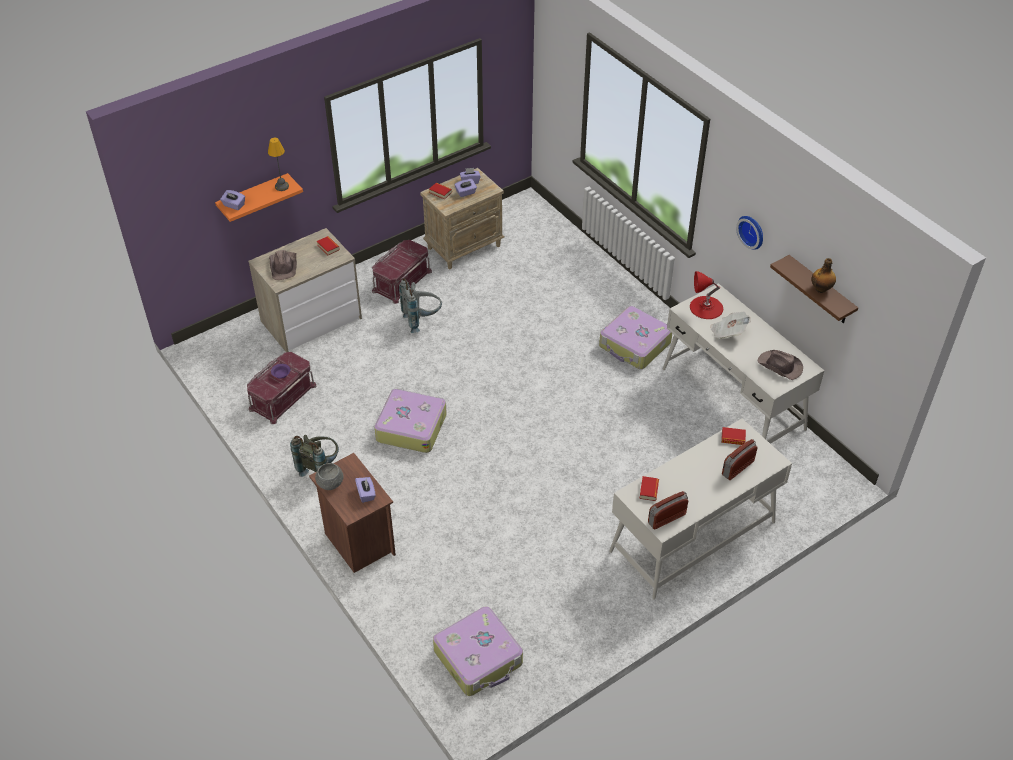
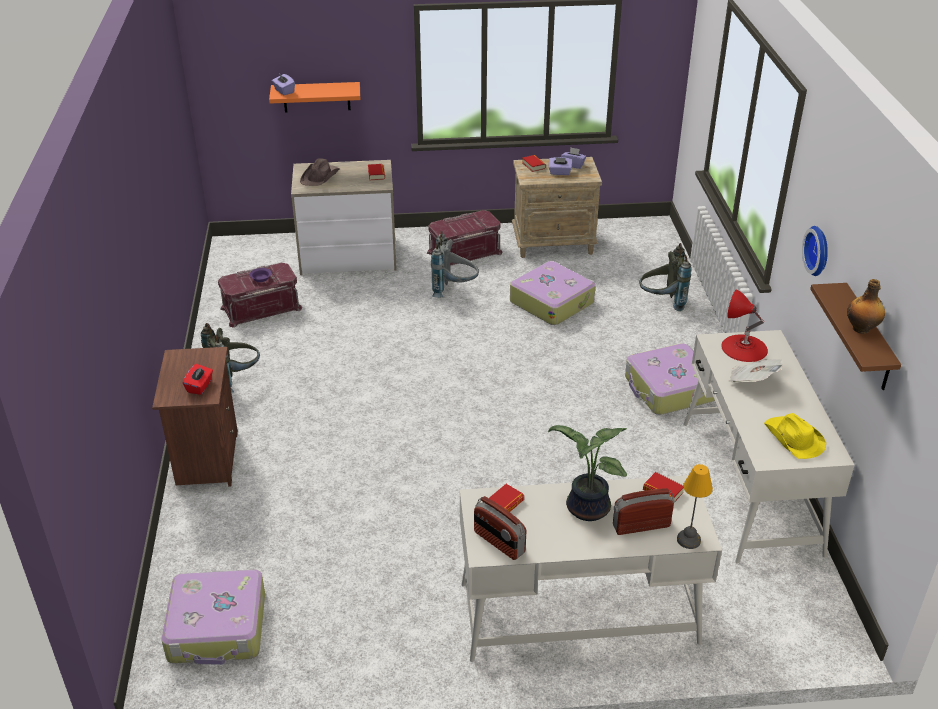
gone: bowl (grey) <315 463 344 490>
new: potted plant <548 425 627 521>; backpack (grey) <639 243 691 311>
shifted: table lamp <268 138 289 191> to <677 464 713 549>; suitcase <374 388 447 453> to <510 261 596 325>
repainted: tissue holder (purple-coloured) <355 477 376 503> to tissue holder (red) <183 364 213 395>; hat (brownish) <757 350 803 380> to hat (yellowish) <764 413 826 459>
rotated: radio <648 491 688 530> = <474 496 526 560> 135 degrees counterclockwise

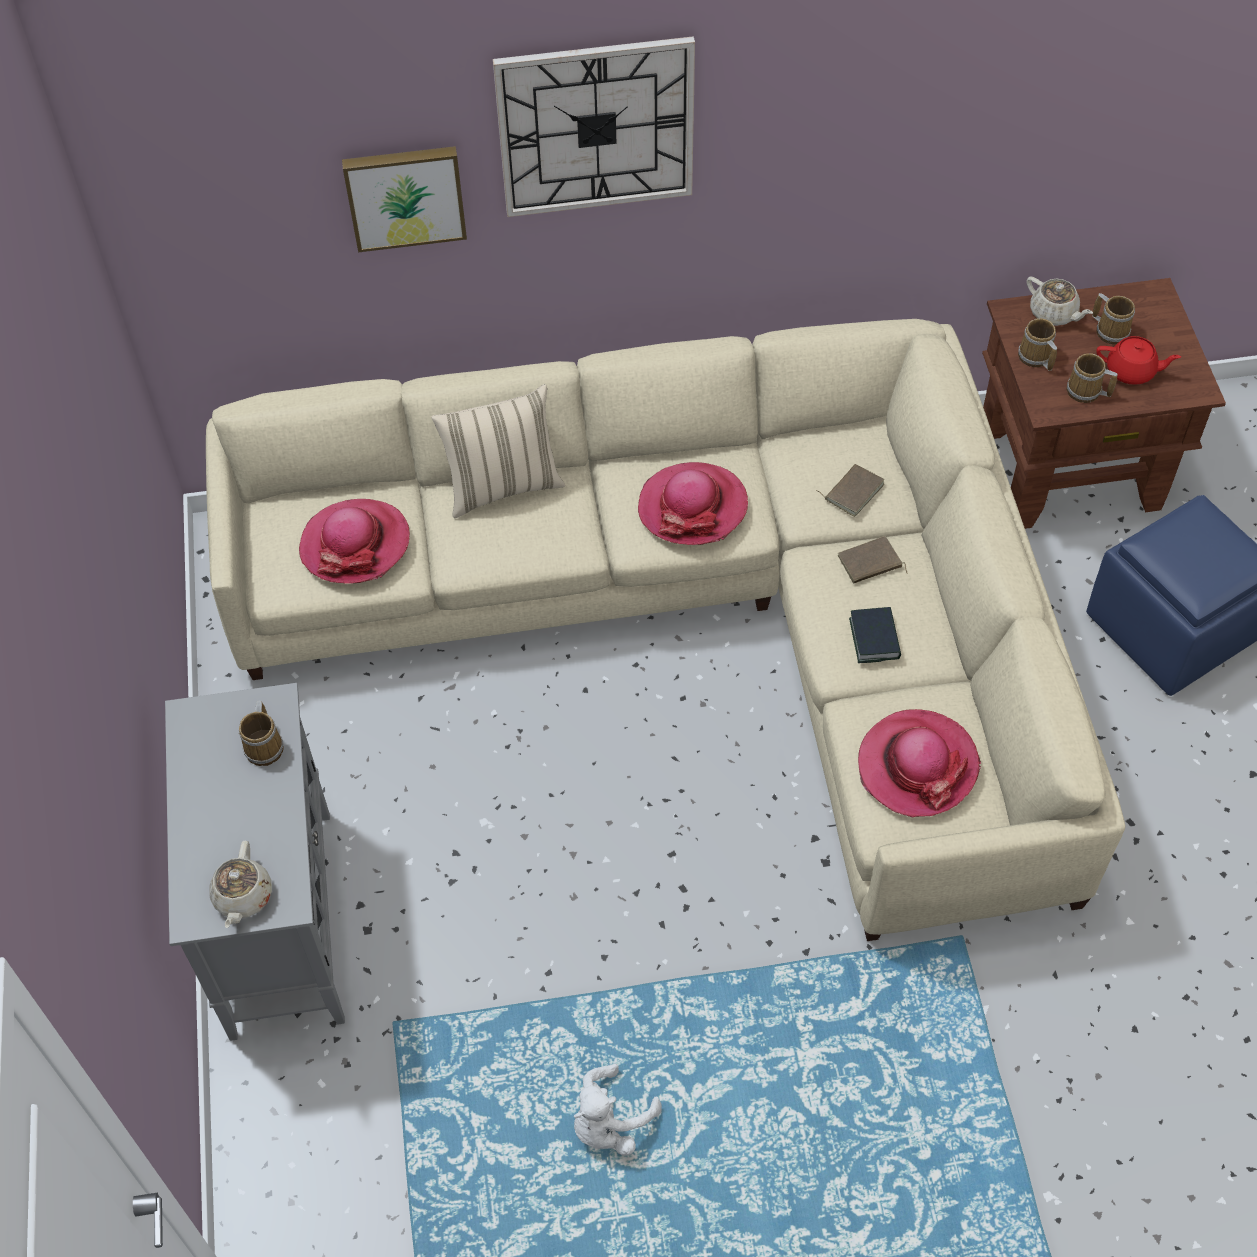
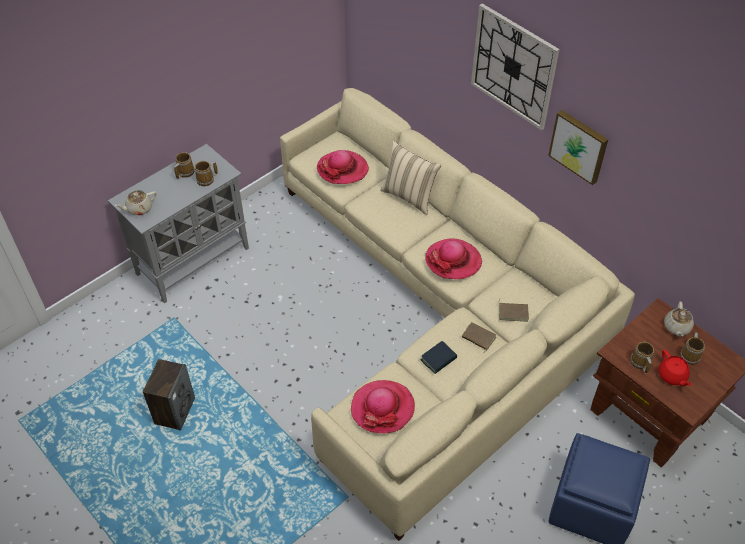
shifted: picture <342 146 467 252> to <548 110 608 185>; tea mug <1018 318 1057 371> to <174 152 194 179>
swapped: plush toy (white-coloured) <574 1064 662 1156> to speaker <143 359 195 430>

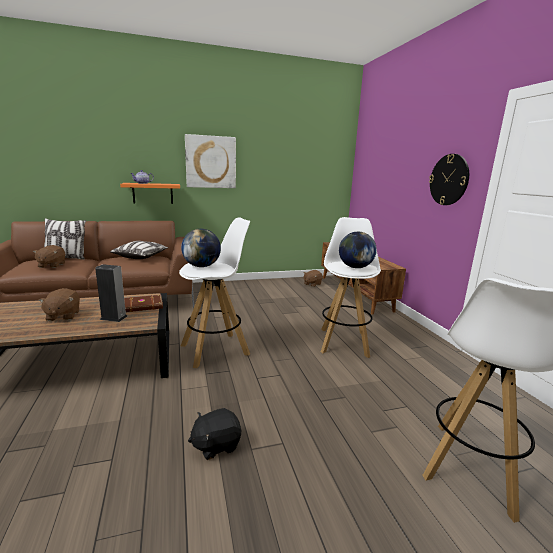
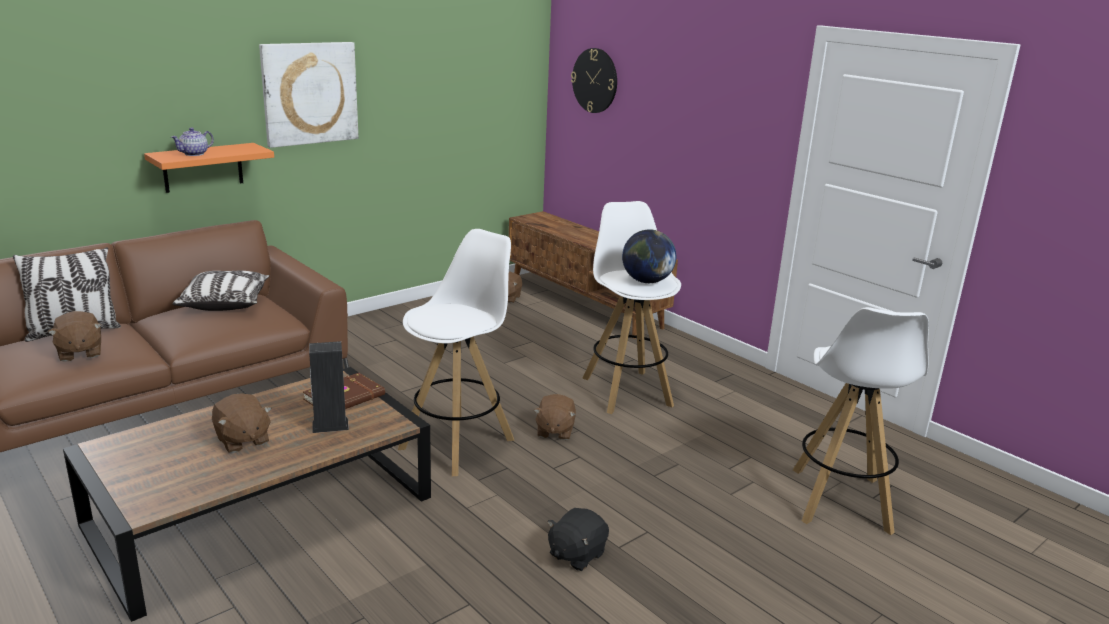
gone: desk globe <181 229 221 267>
new: plush toy (brownish) <534 394 576 440>
shifted: hanging clock <429 154 469 205> to <571 48 617 113>

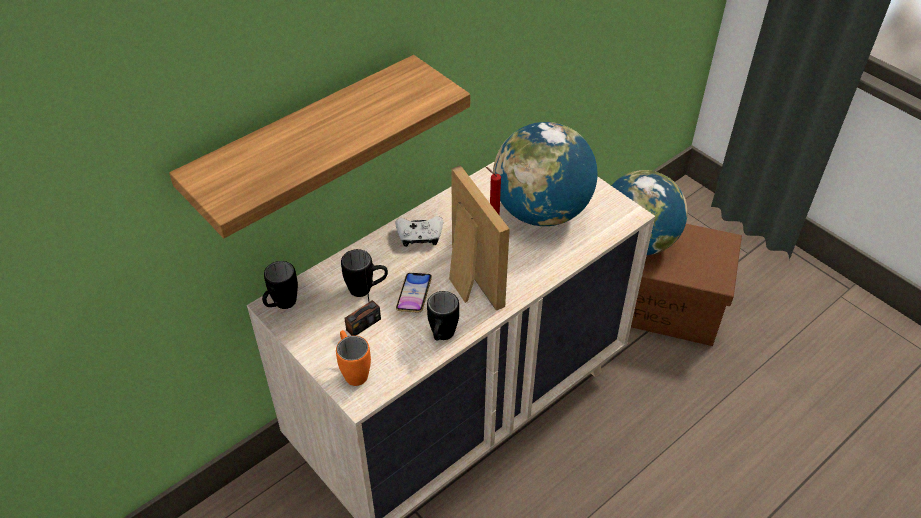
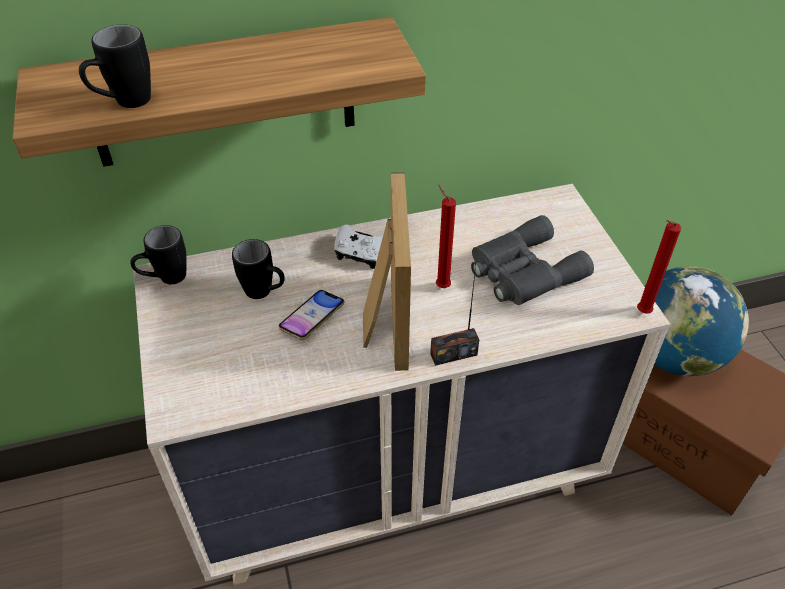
gone: tea mug (orangey) <336 330 371 386>
new: wax light (red) <637 220 681 314>
shifted: radio <344 253 381 336> to <430 266 479 366>; tea mug (black-coloured) <427 291 459 341> to <79 24 151 108>
swapped: desk globe <493 122 598 226> to field glasses (grey) <471 215 594 305>

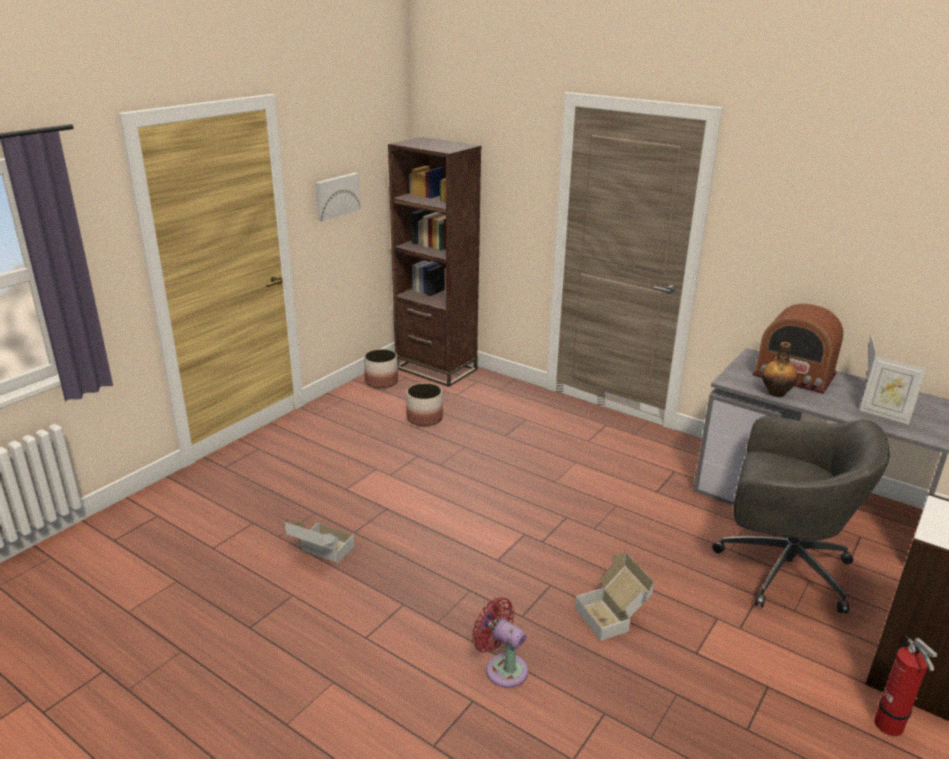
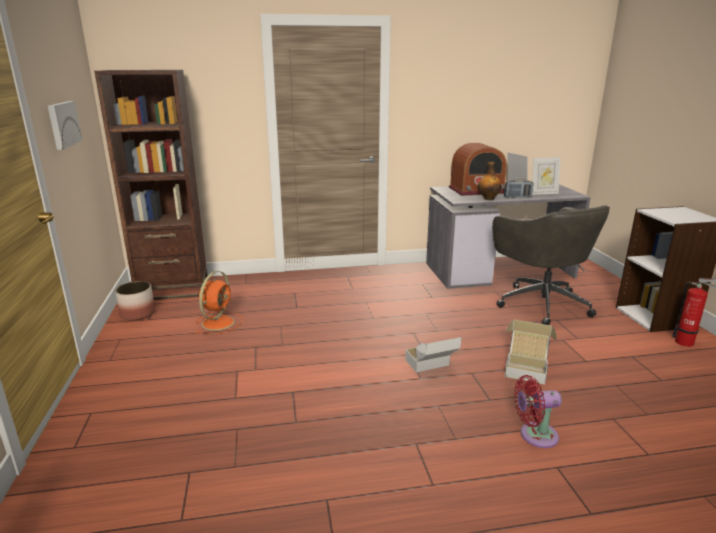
new: radio <504 179 534 198>
shifted: cardboard box <284 519 354 563> to <405 337 461 372>
swapped: plant pot <406 383 443 426> to cooling fan (orangey) <196 271 243 334>
rotated: desk chair (grey) <712 415 889 614> = <492 205 610 325> 90 degrees clockwise

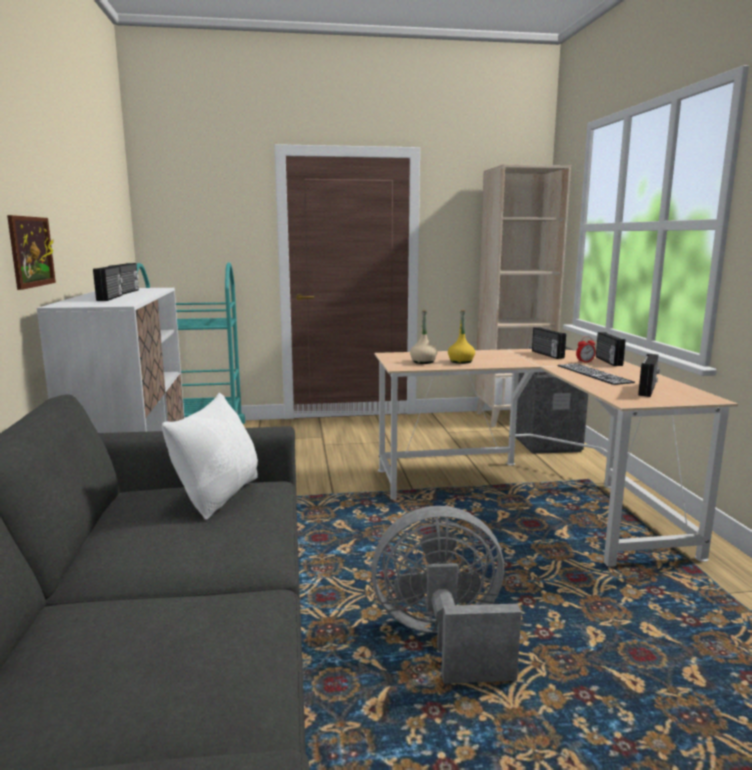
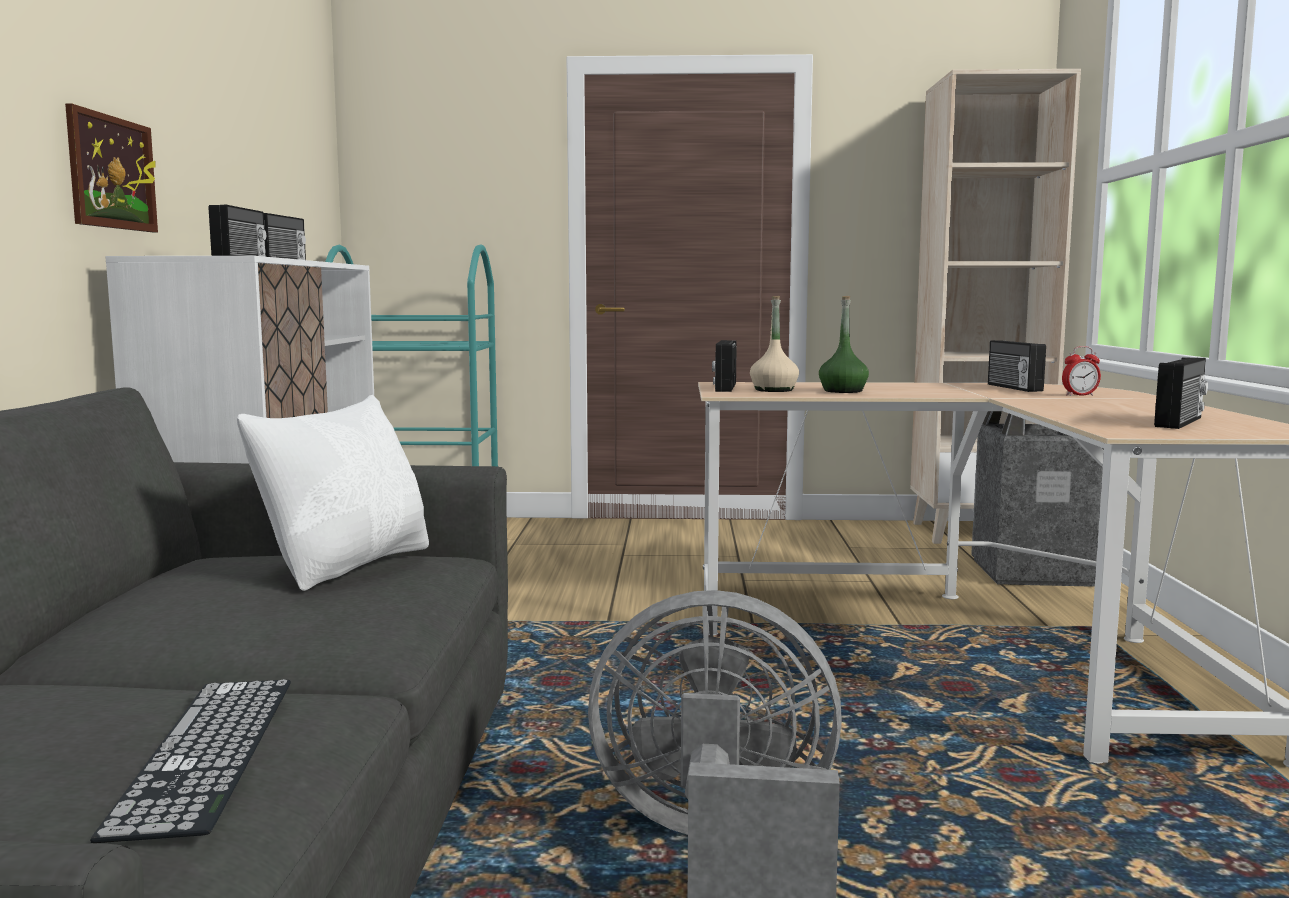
shifted: keyboard <557 363 635 385> to <90 679 291 843>; radio <596 332 626 366> to <712 340 737 392>
repainted: beverage bottle (yellowish) <448 310 475 364> to beverage bottle (greenish) <819 296 869 393>

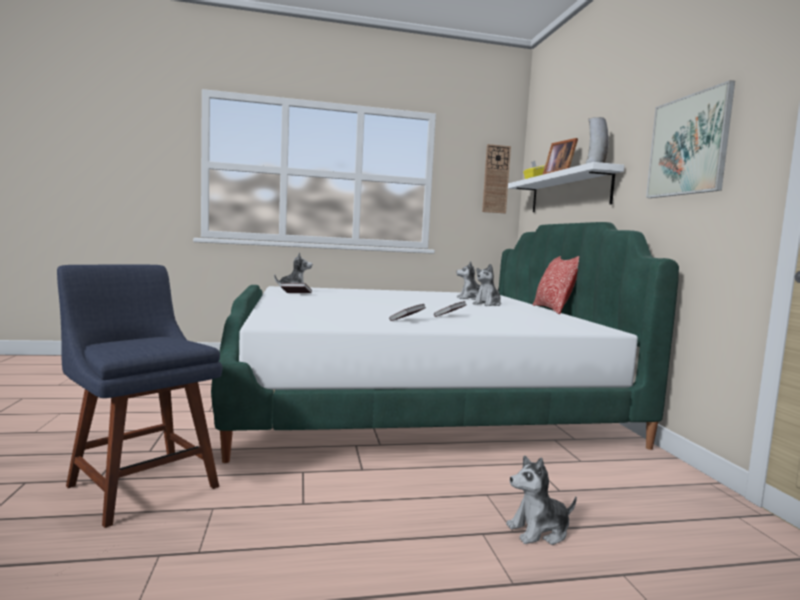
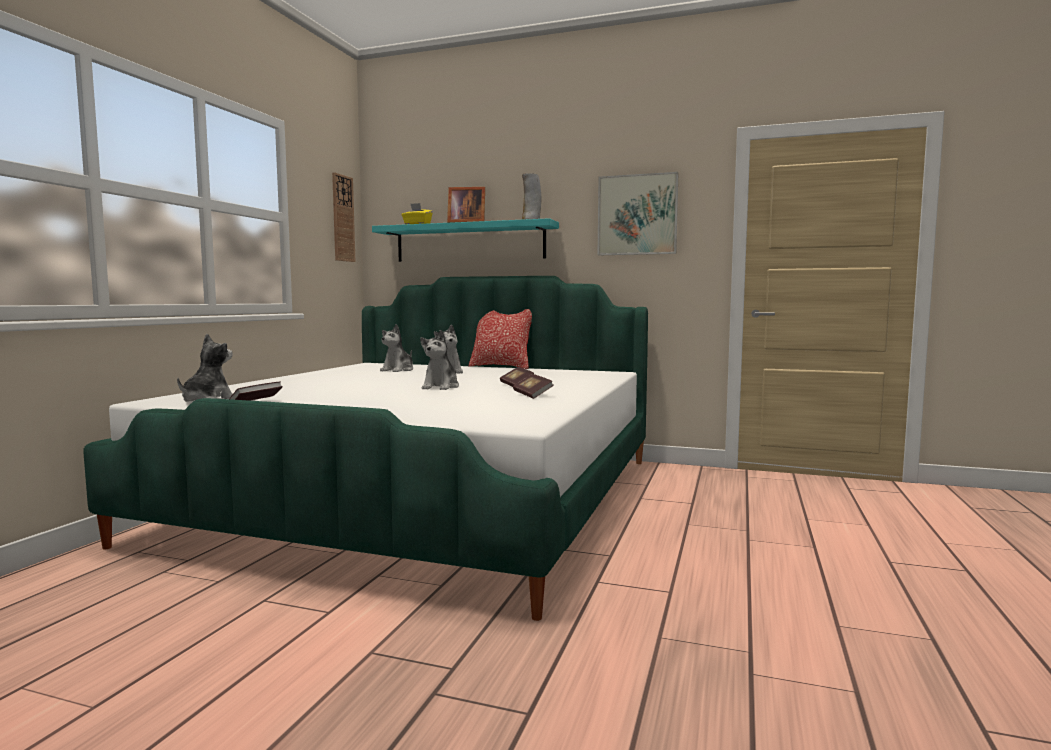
gone: chair (bluish) <57 264 222 528>
shifted: plush toy <506 455 577 545> to <420 330 459 390>
repainted: wall shelf (white-coloured) <508 162 625 212> to wall shelf (turquoise) <372 218 559 262>

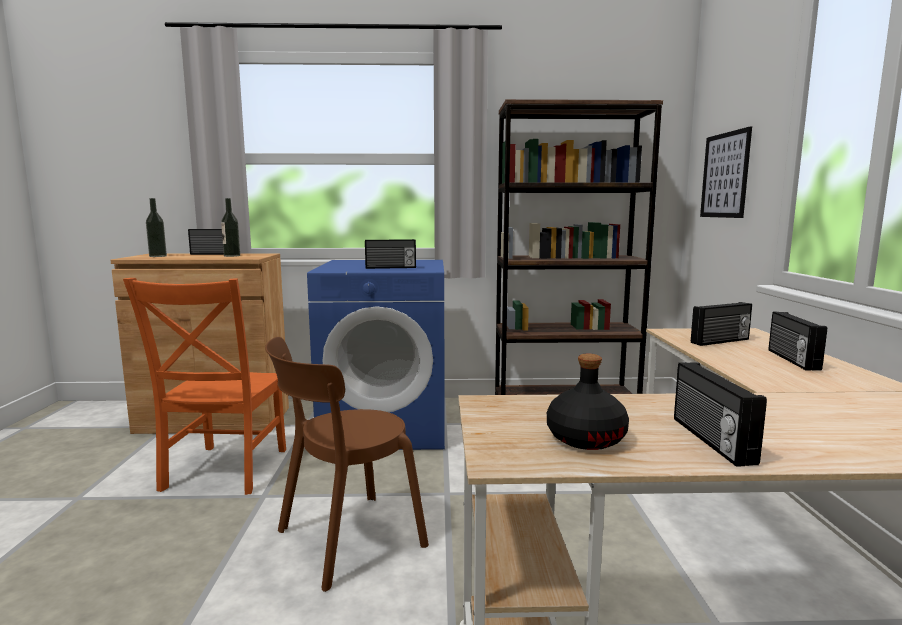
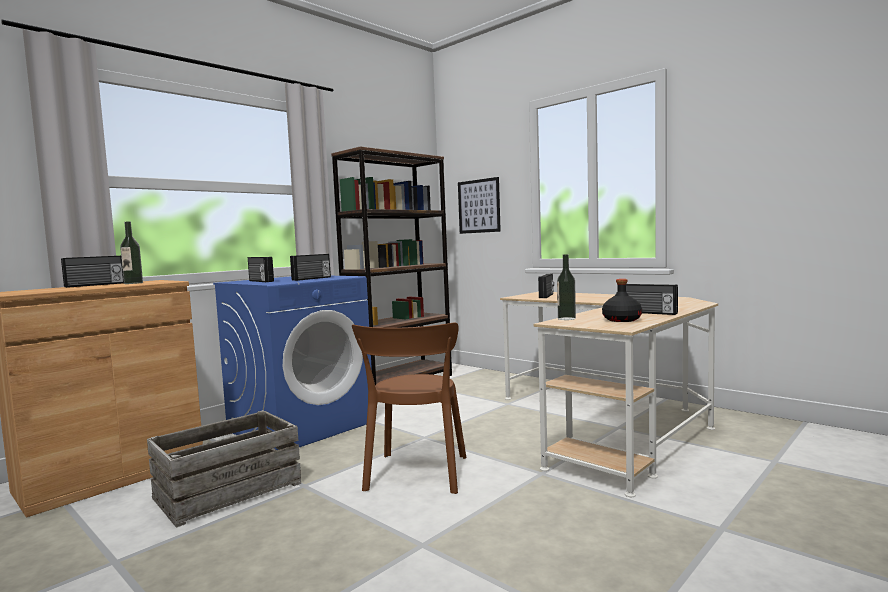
shifted: beverage bottle <146 198 167 257> to <557 254 576 320>; radio <768 312 827 371> to <248 257 274 282>
swapped: chair (orangey) <123 278 286 495> to shipping crate <147 410 301 528>

